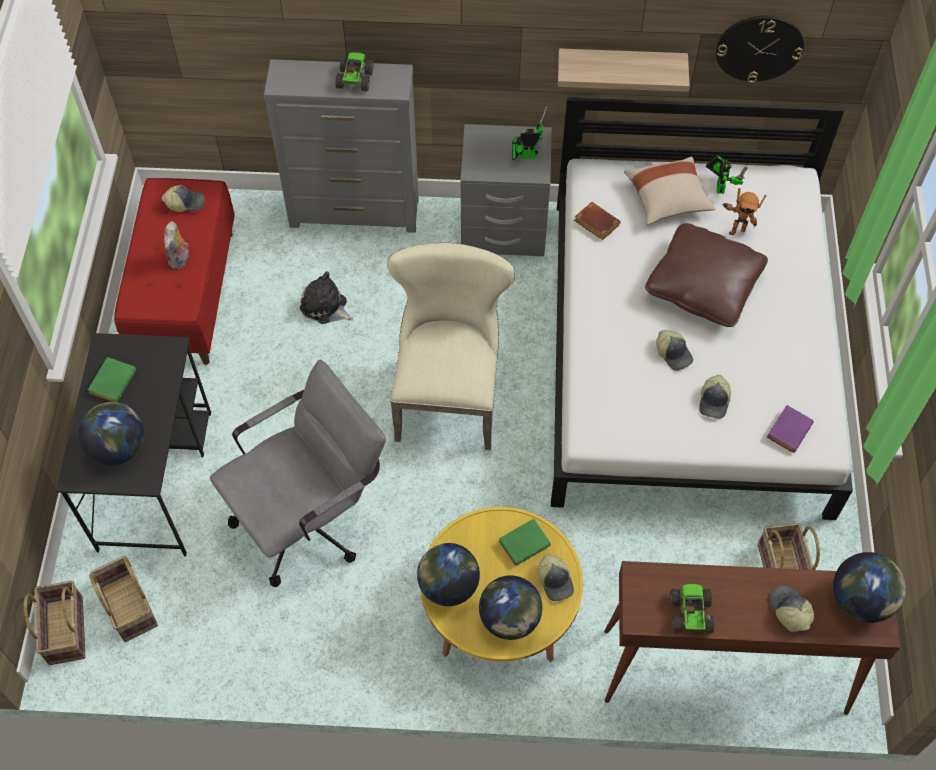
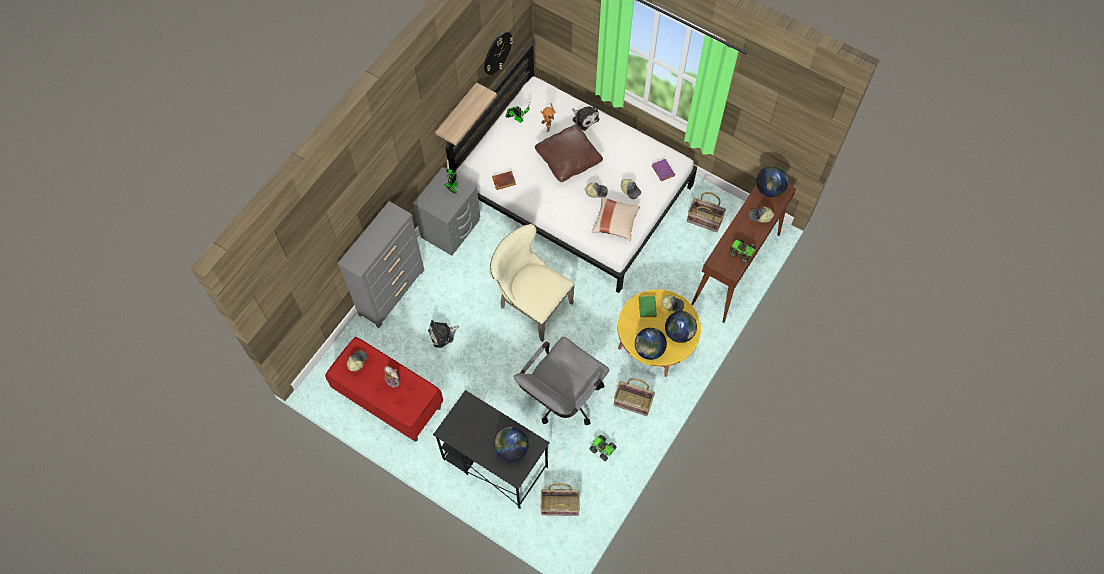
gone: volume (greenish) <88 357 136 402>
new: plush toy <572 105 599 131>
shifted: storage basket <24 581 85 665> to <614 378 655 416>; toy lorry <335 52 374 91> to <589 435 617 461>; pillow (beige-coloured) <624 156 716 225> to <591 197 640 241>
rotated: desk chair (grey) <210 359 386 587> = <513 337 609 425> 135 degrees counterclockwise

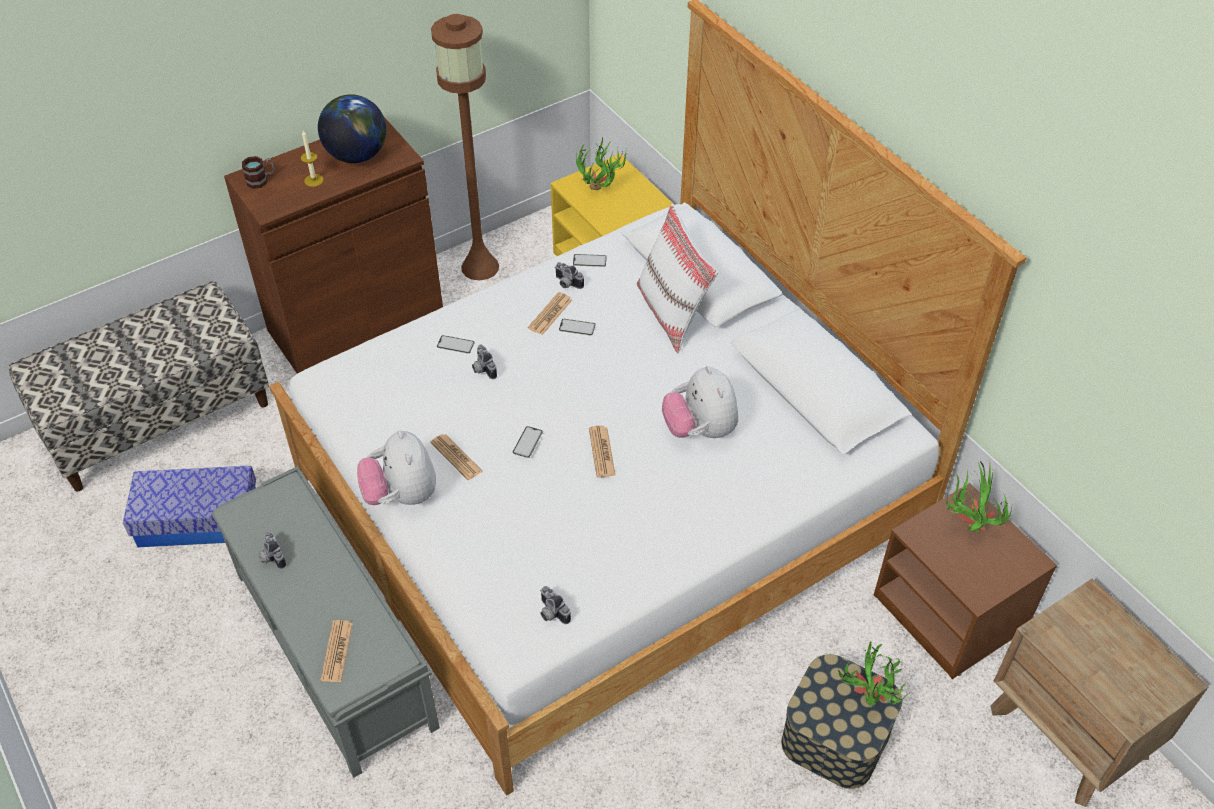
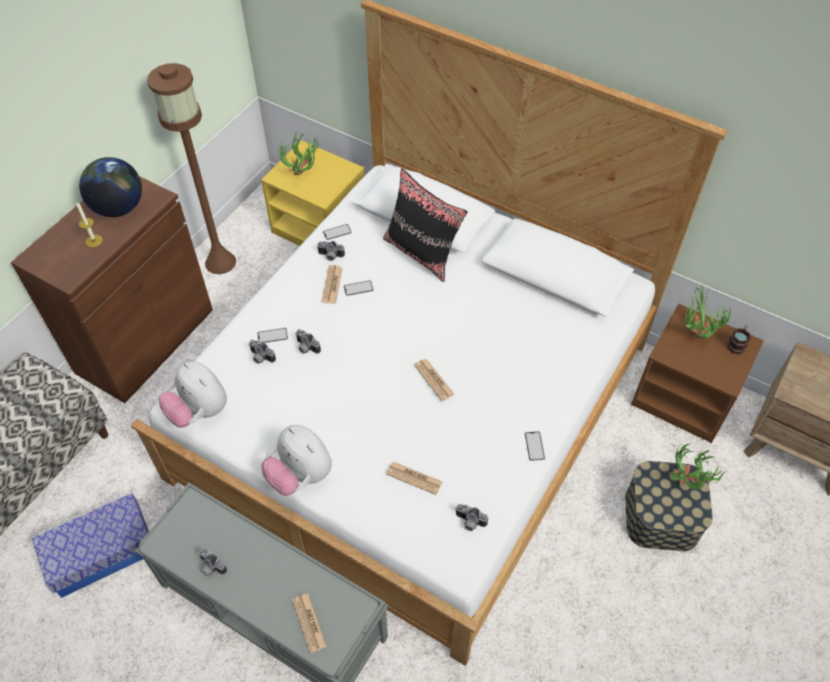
new: still camera <249 340 276 364>
shifted: tea mug <242 156 274 189> to <727 325 751 354>; printed paper <430 434 482 480> to <386 462 442 495>; phone <513 426 543 458> to <525 431 545 461>; plush toy <662 366 738 438> to <159 361 227 428>
repainted: pillow (white-coloured) <637 203 718 353> to pillow (black-coloured) <383 168 468 282>

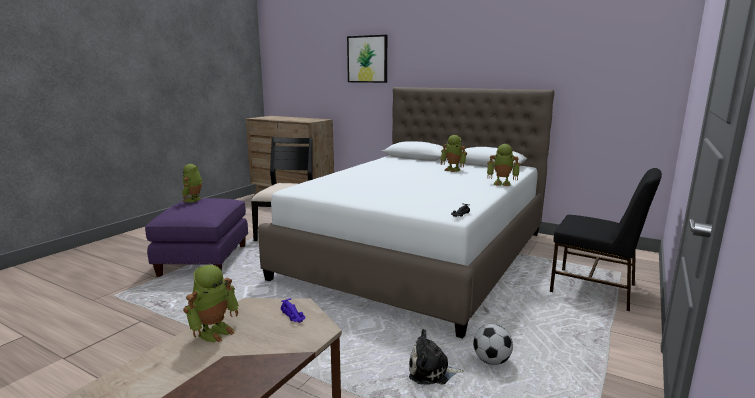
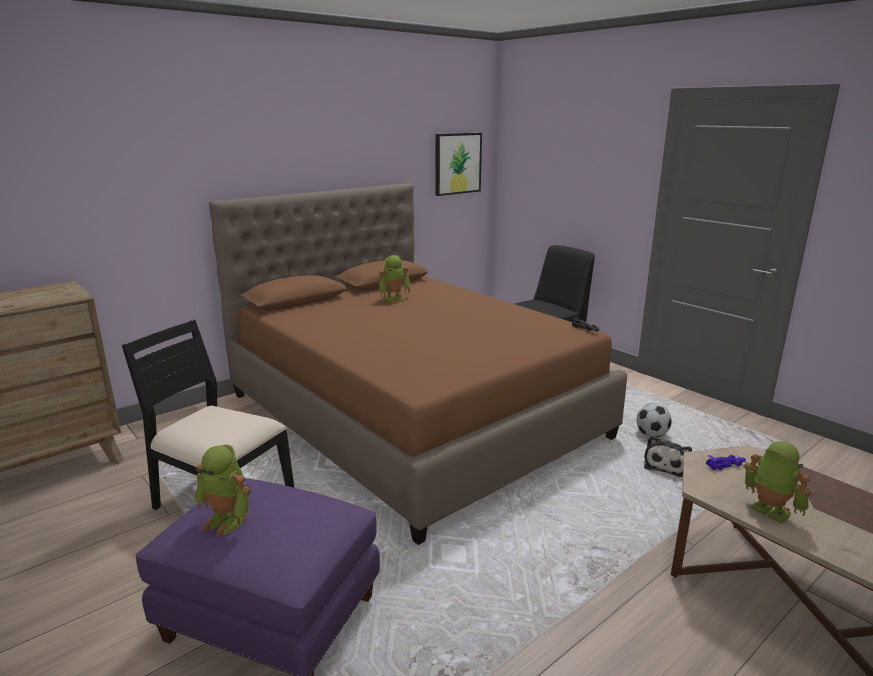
gone: toy robot <487 144 520 187>
shifted: picture <347 35 387 83> to <436 133 482 196>
repainted: bedroom bed (white-coloured) <258 87 554 339> to bedroom bed (brownish) <209 183 627 545>

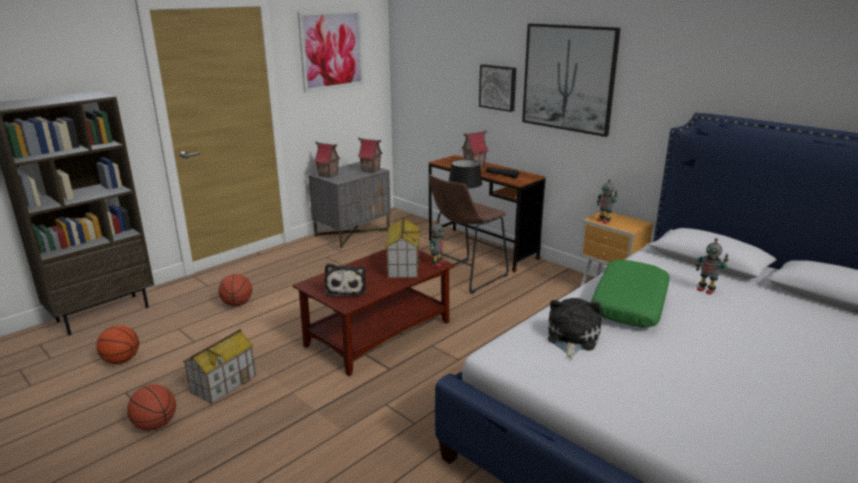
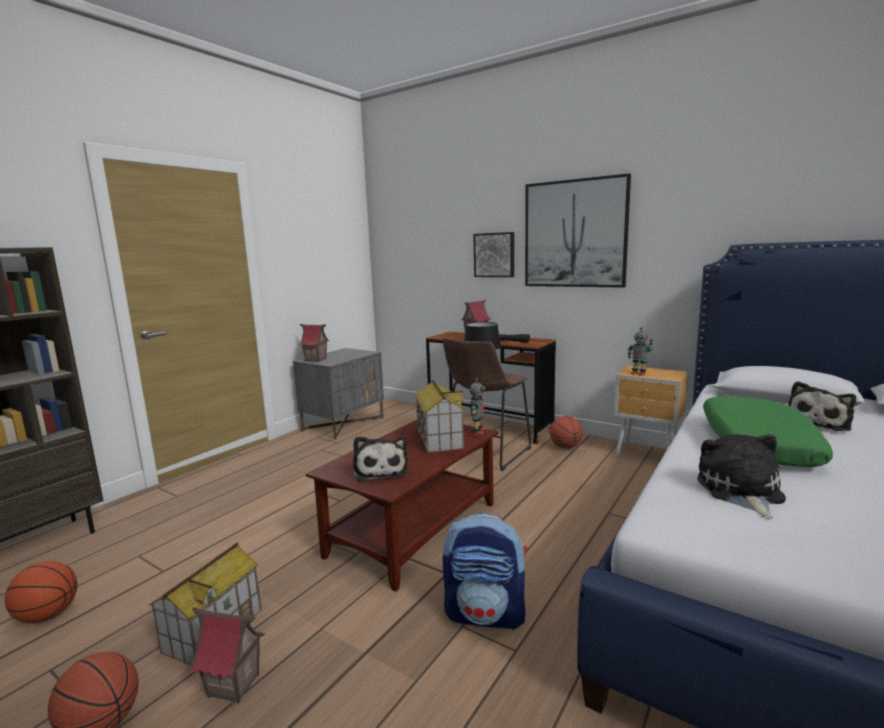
gone: picture <298 10 364 93>
new: backpack <443 513 528 630>
shifted: basketball ball <218 274 252 306> to <550 416 583 449>; model house <358 138 383 173> to <190 607 265 703>
swapped: toy robot <696 238 729 294> to plush toy <788 381 856 431>

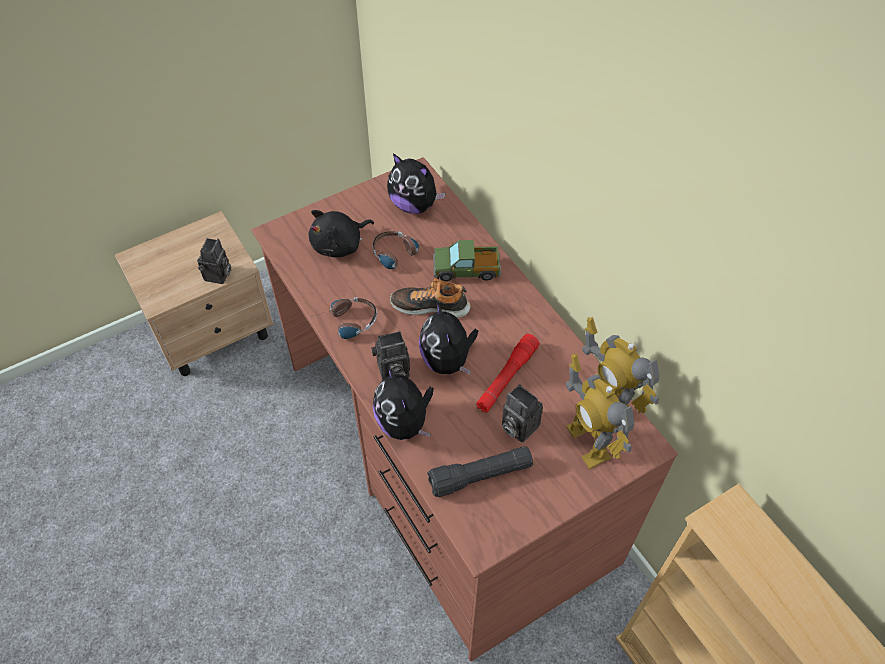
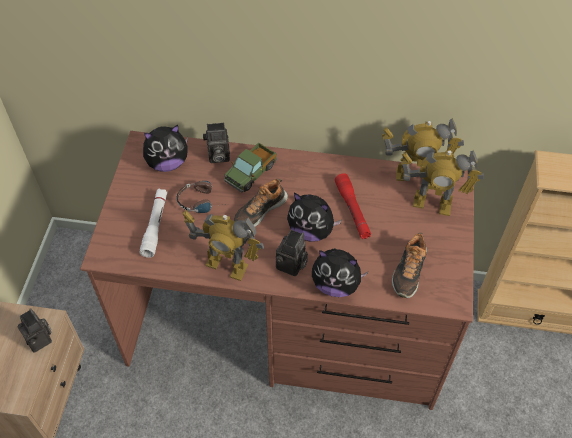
shifted: still camera <502 384 543 442> to <203 122 230 163>
swapped: plush toy (black-coloured) <309 210 374 257> to hand torch (white-coloured) <140 189 167 258>; headphones <311 297 377 339> to toy robot <182 210 264 281>; hand torch (black-coloured) <427 446 533 497> to item of footwear <392 233 427 298>

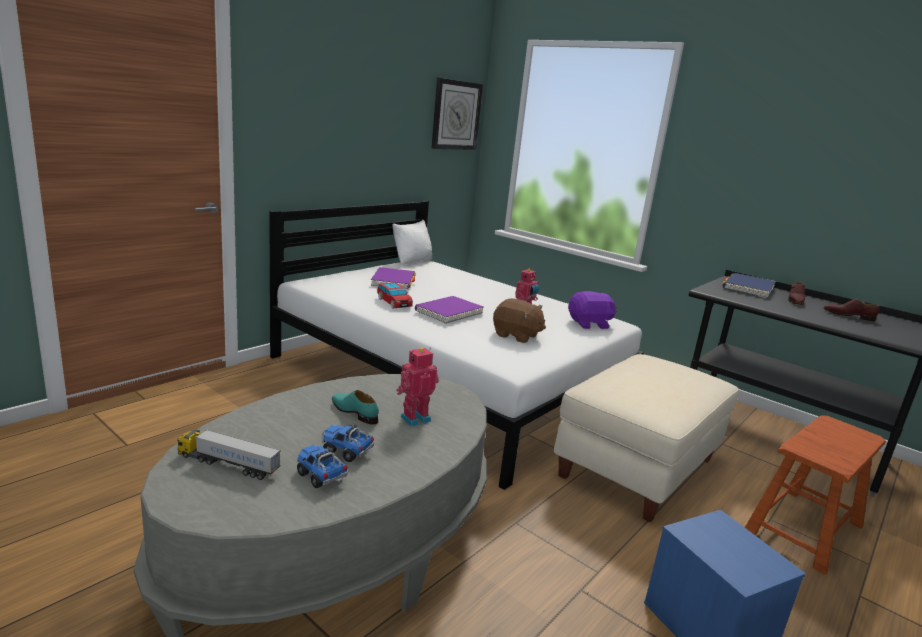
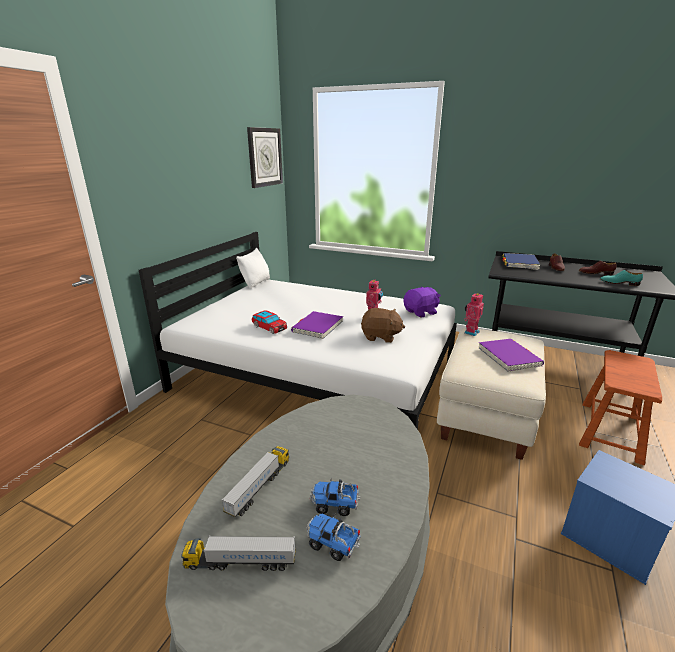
new: toy lorry <221 446 289 517>
shifted: item of footwear (turquoise) <332 390 379 424> to <600 270 643 286>; volume (purple-coloured) <371 267 416 289> to <478 339 544 372>; toy robot <396 348 439 426> to <464 292 484 336>

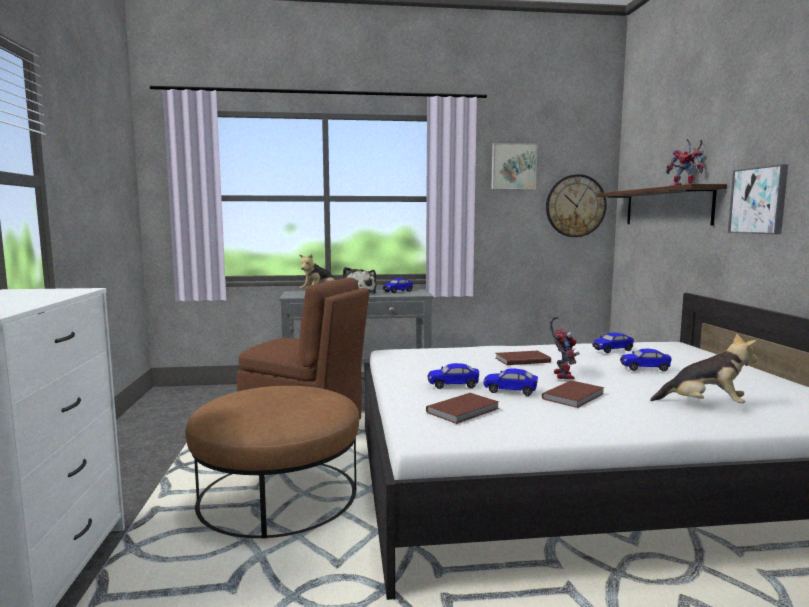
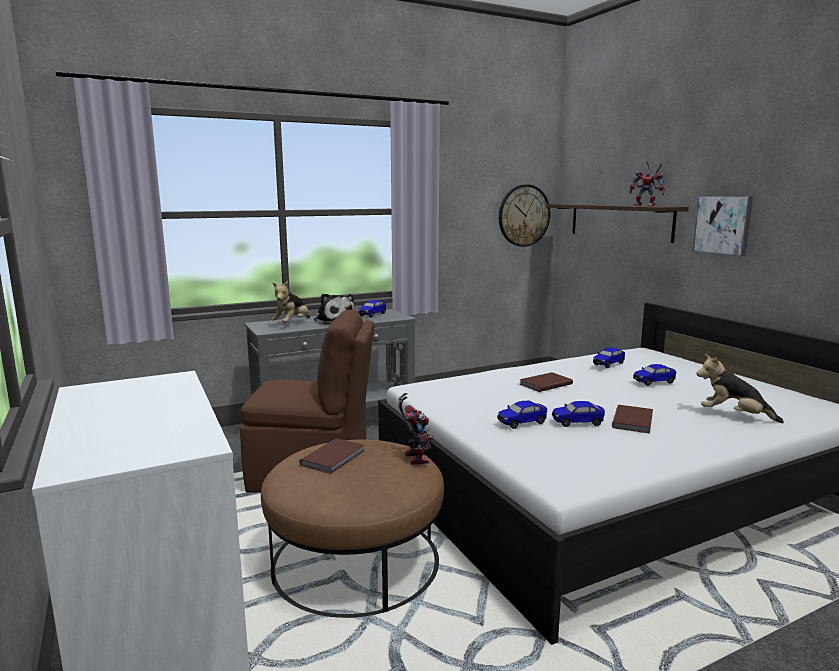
gone: picture <491 143 538 190>
shifted: volume (brownish) <426 393 499 424> to <299 438 365 474>; toy robot <549 316 580 380> to <398 393 433 465>
rotated: plush toy <650 333 758 403> = <696 354 784 423> 150 degrees counterclockwise

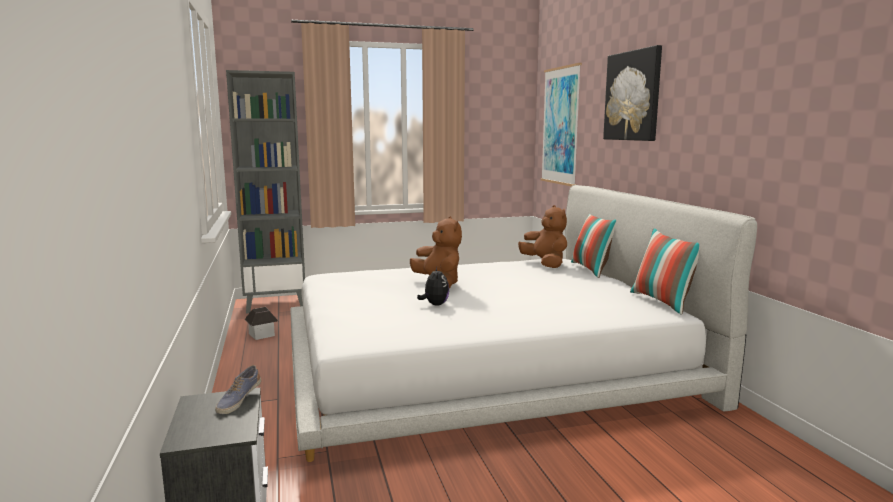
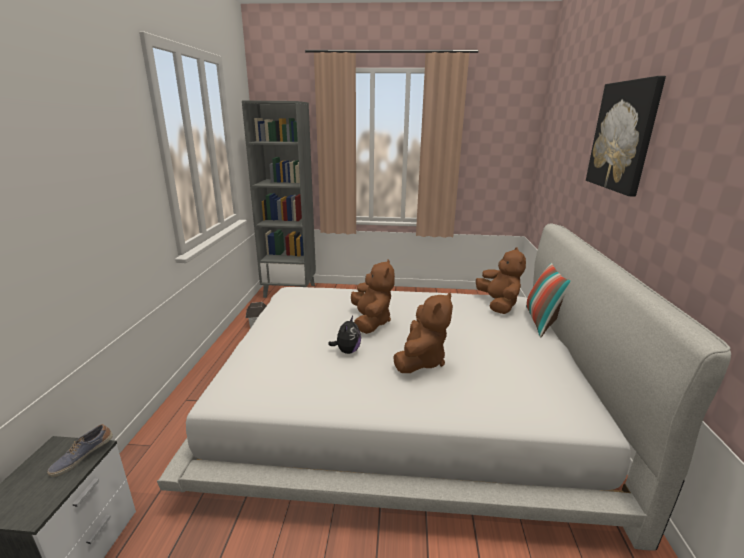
gone: picture <541 63 582 186>; pillow <630 228 699 315>
new: plush toy (brownish) <393 292 453 373>

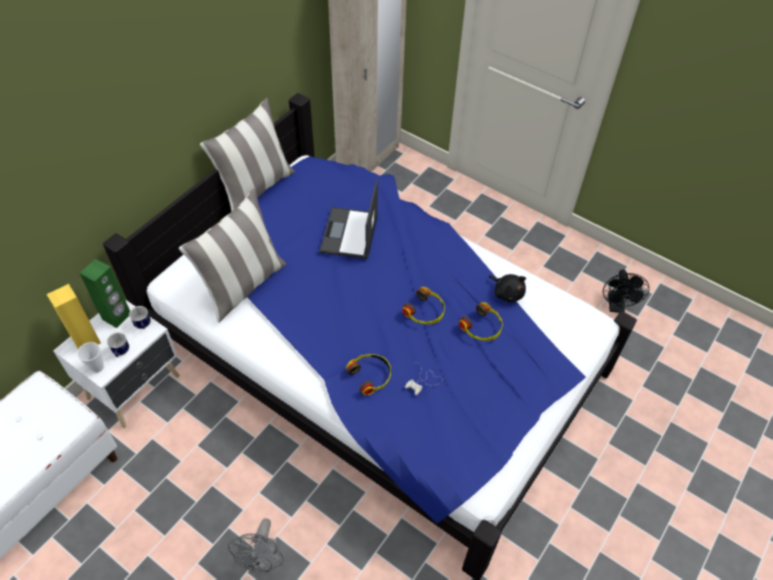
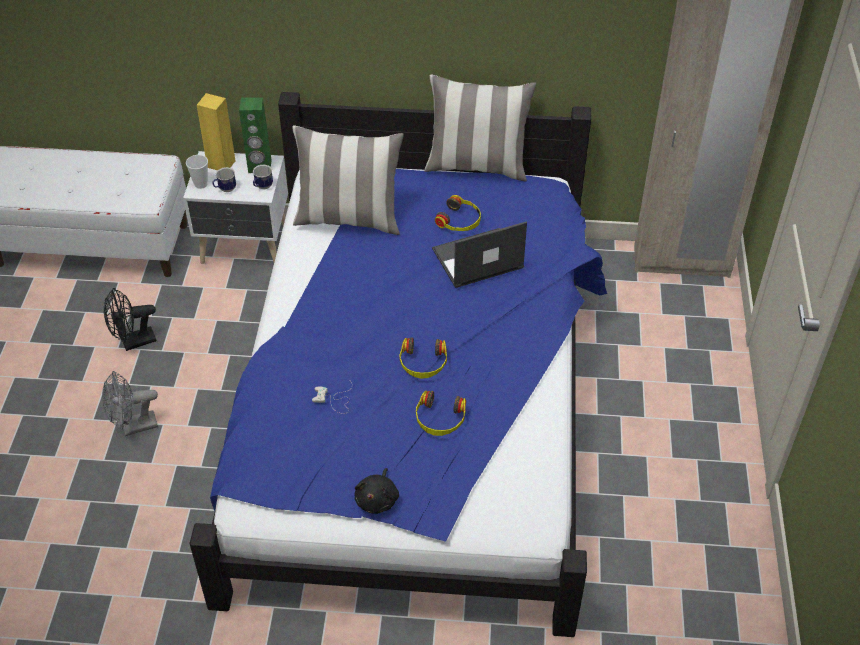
shifted: headphones <346 354 391 395> to <435 195 481 231>; plush toy (black-coloured) <489 274 526 302> to <355 468 399 514>; cooling fan (black-coloured) <603 269 649 313> to <104 288 156 351>

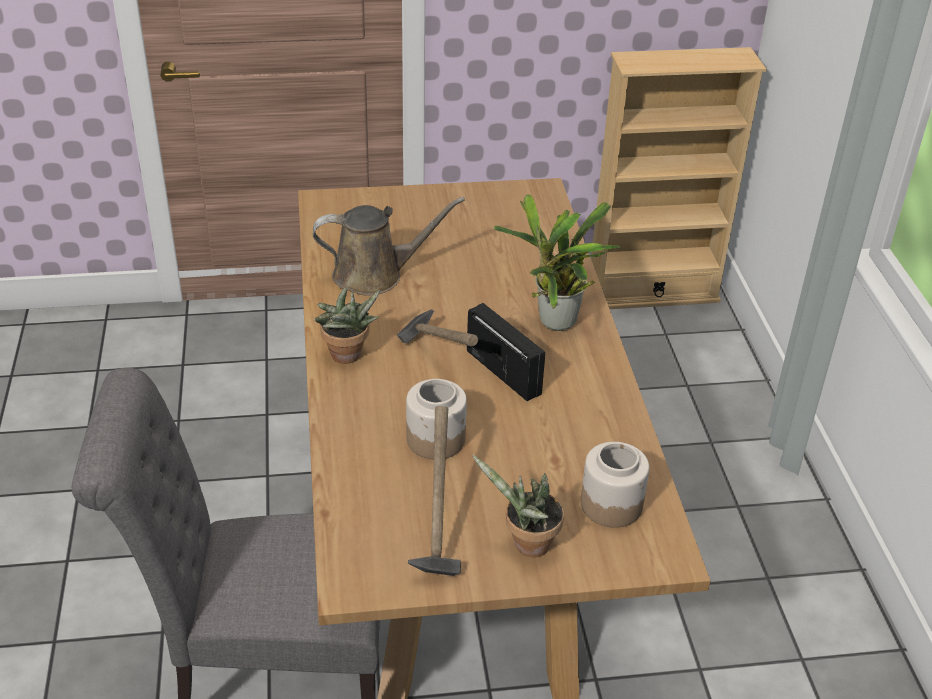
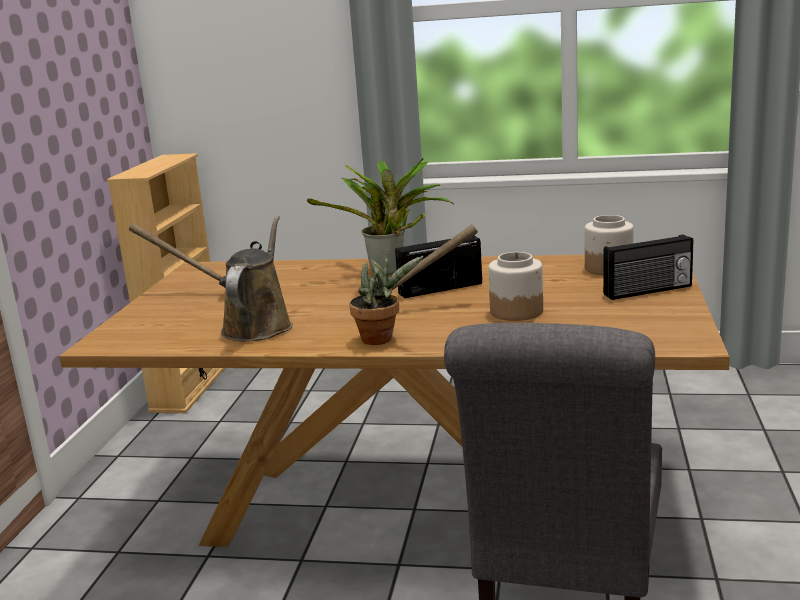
shifted: hand hammer <408 406 461 576> to <129 223 226 287>
swapped: potted plant <472 455 564 557> to radio <603 235 693 300>

